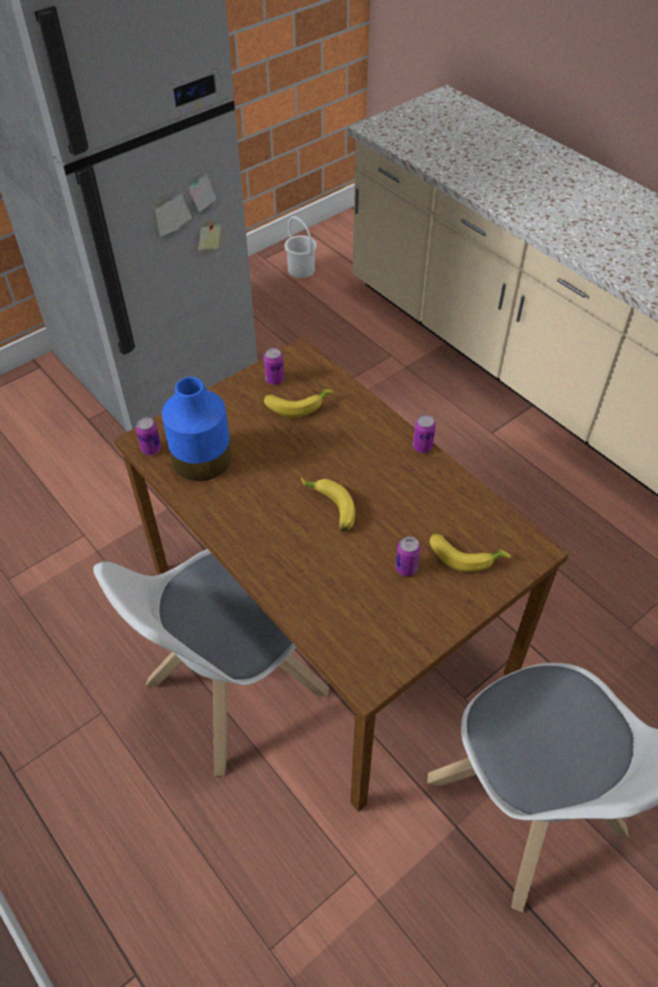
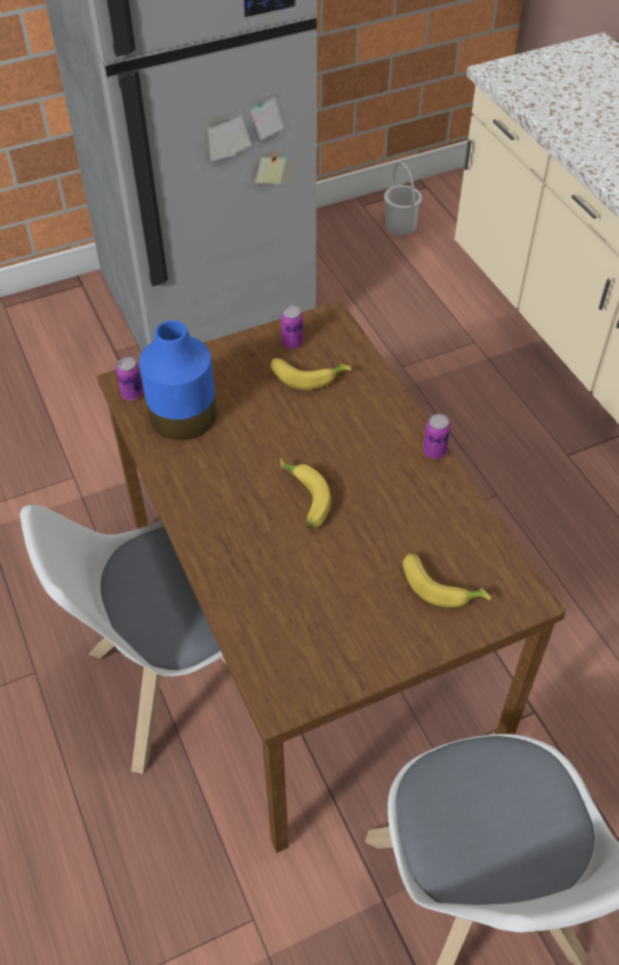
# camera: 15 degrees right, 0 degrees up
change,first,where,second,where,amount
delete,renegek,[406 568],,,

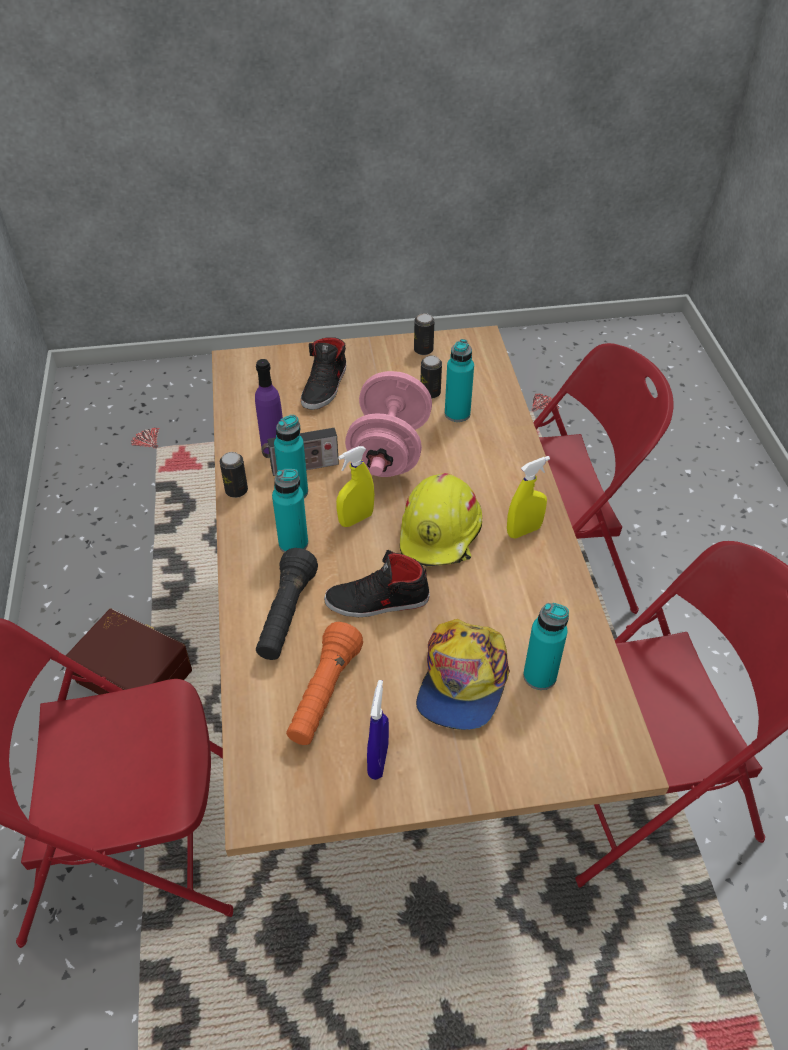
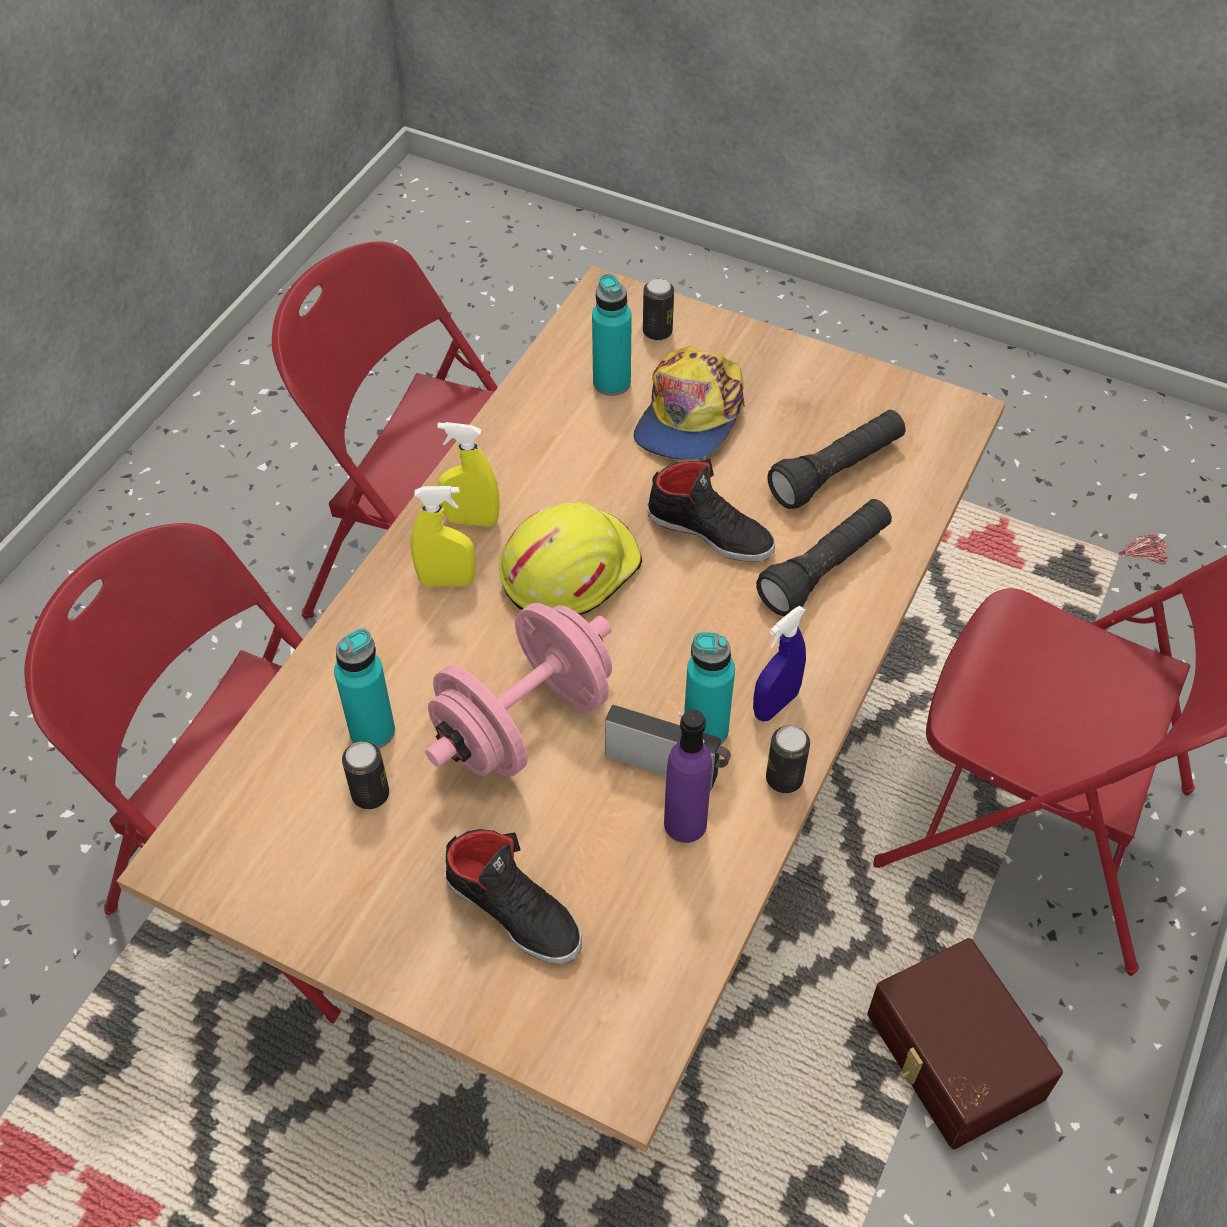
# camera: 145 degrees left, 5 degrees up
change,first,where,second,where,amount
delete,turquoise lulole,[293 543],,,
recolor,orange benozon,[324 694],black benozon,[836 471],
rotate,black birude,[325 386],,[514 910],75 degrees clockwise
move,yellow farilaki,[356 519],,[447 581],
move,blue farilaki,[378 760],,[775 704],
move,renegek,[423 350],,[657 331],
rotate,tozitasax,[462 680],,[689 415],150 degrees clockwise

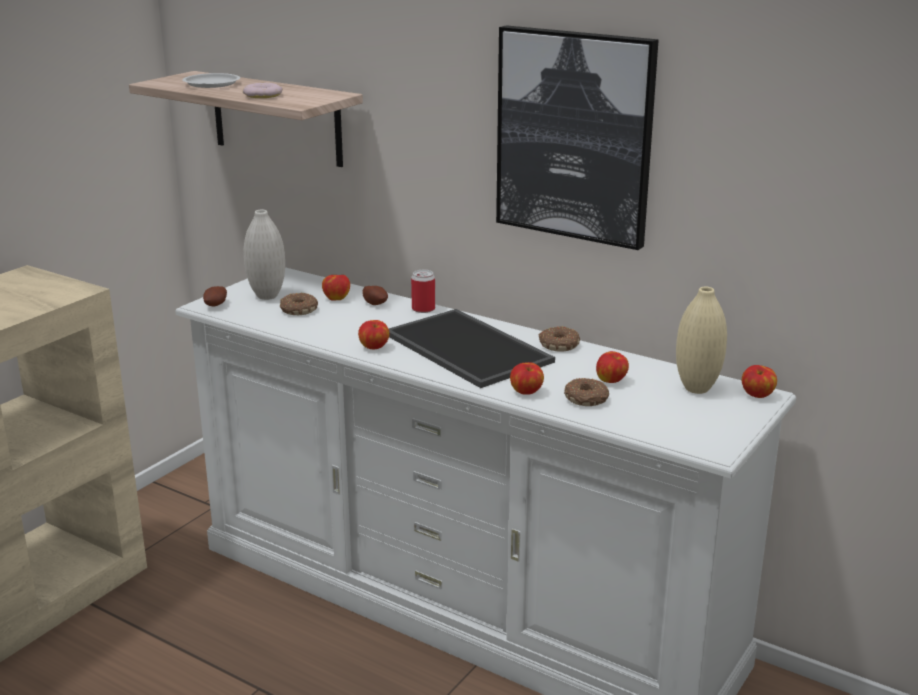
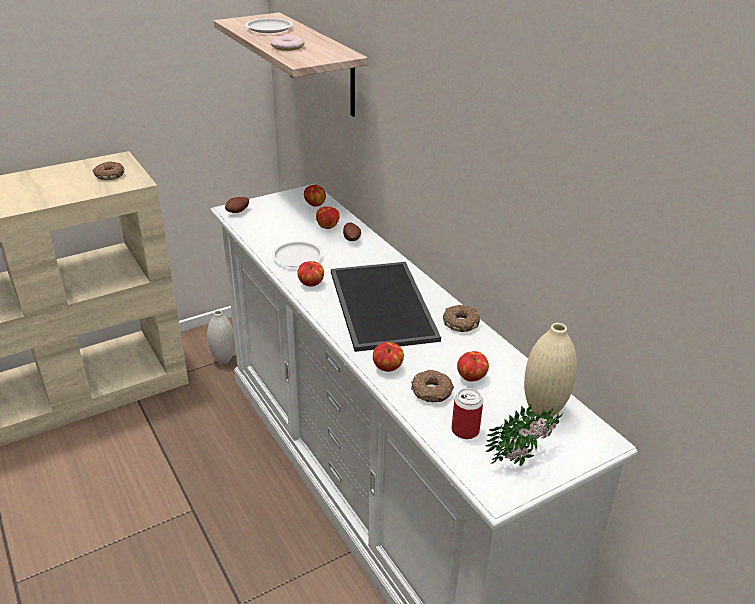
# camera: 25 degrees right, 10 degrees up
change,first,where,second,where,amount
move,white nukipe,[267 296],,[223 360],
move,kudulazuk,[298 310],,[109 175],
move,renegek,[423 309],,[465 430],
delete,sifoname,[575 135],,,
move,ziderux,[757 396],,[315 205],
insert,,,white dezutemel,[297 257],
insert,,,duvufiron,[524 459],

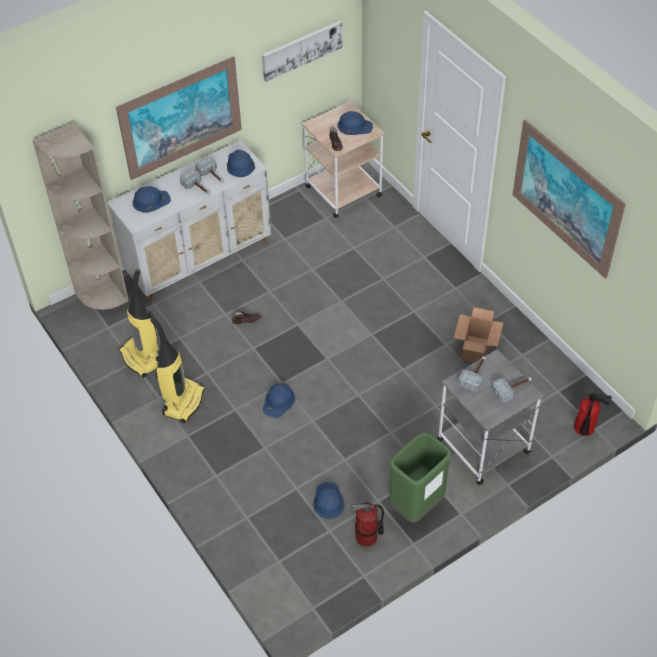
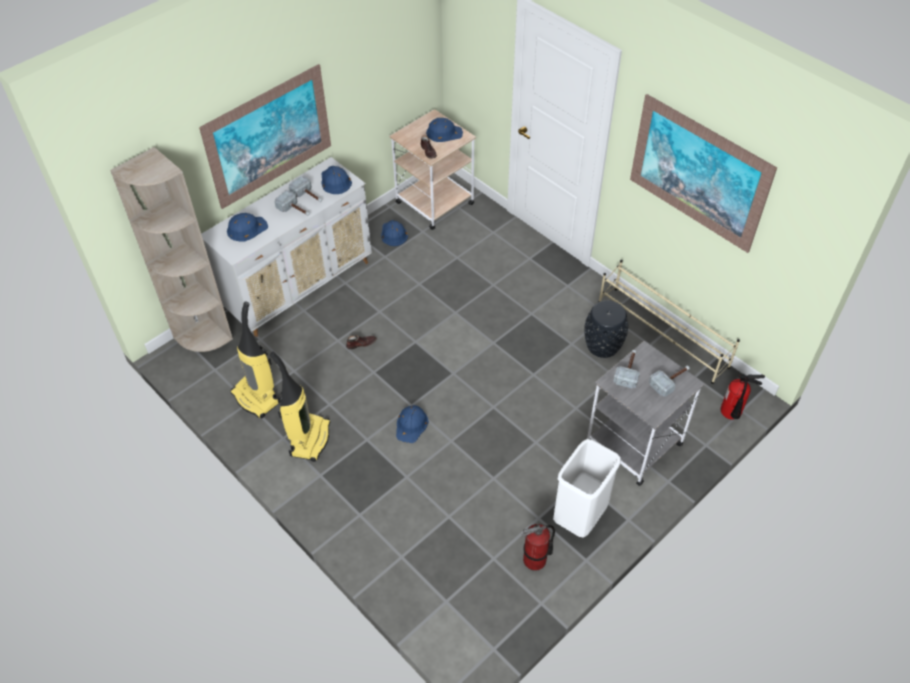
# camera: 10 degrees left, 0 degrees up
change,first,where,second,where,amount
delete,sifoname,[301 49],,,
move,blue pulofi,[328 501],,[393 234],
recolor,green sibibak,[416 505],white sibibak,[580 517],
replace,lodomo,[476 350],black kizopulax,[603 345],
insert,,,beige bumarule,[662 334],

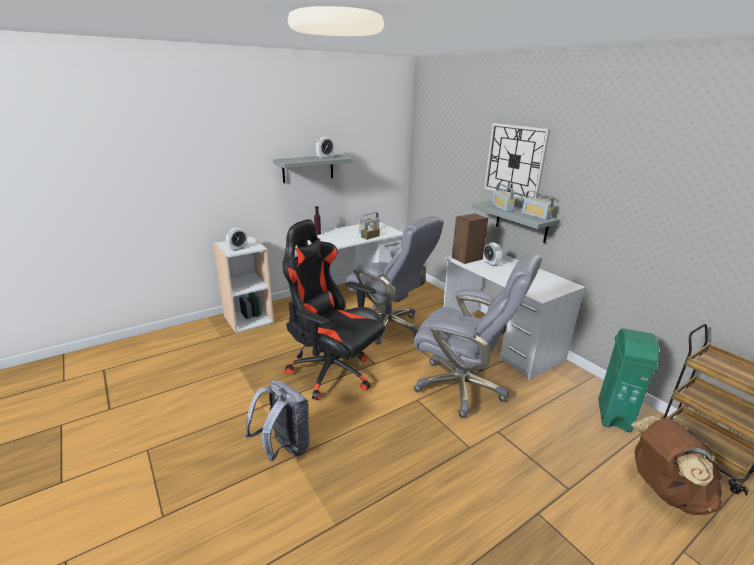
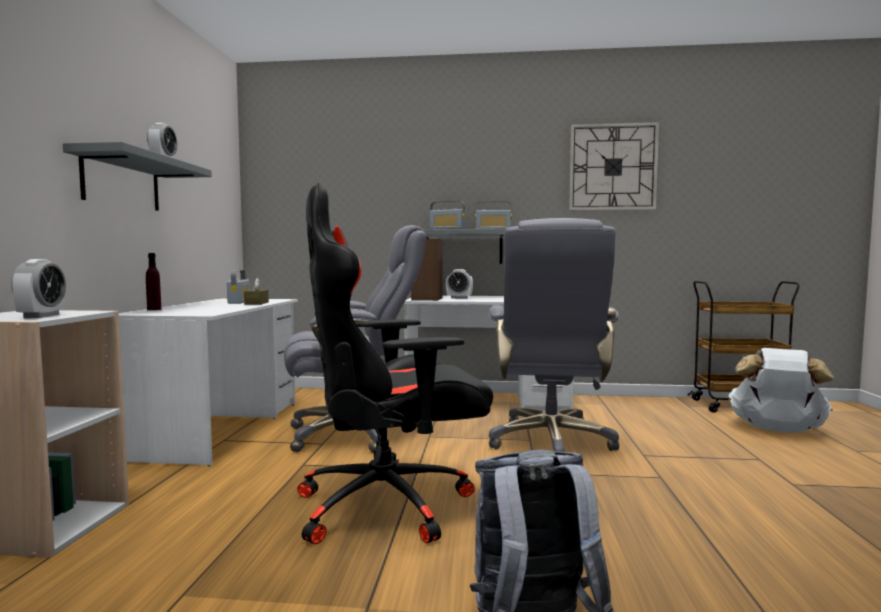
# camera: 50 degrees left, 20 degrees down
change,first,where,second,where,amount
rotate,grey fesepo,[462 390],,[549 444],120 degrees clockwise
move,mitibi,[515 161],,[612 167],
delete,green sibibak,[614 415],,,
recolor,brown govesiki,[664 491],white govesiki,[776 430],

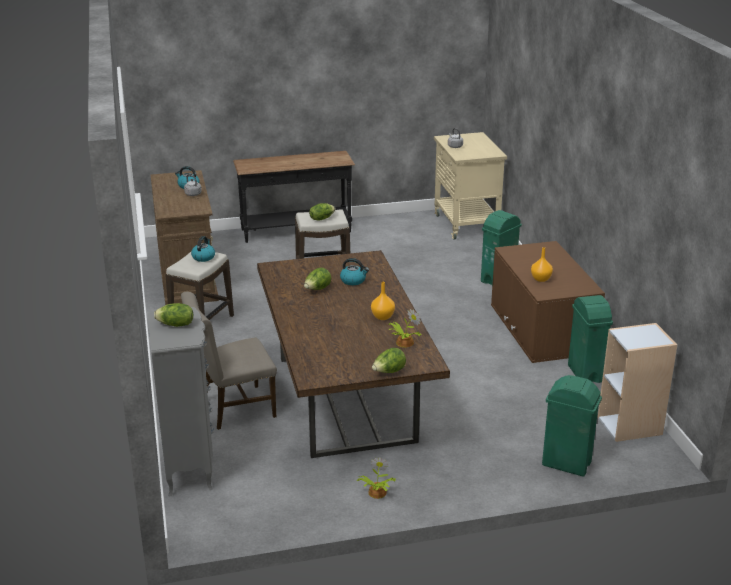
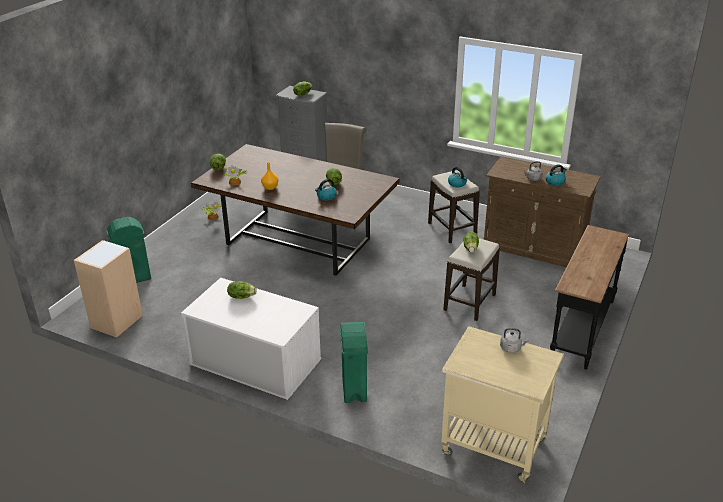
# camera: 130 degrees right, 5 degrees up
change,first,where,second,where,amount
recolor,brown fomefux,[542 329],white fomefux,[255 361],
replace,orange nukipe,[541 279],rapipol,[241 296],
delete,green sibibak,[585 374],,,

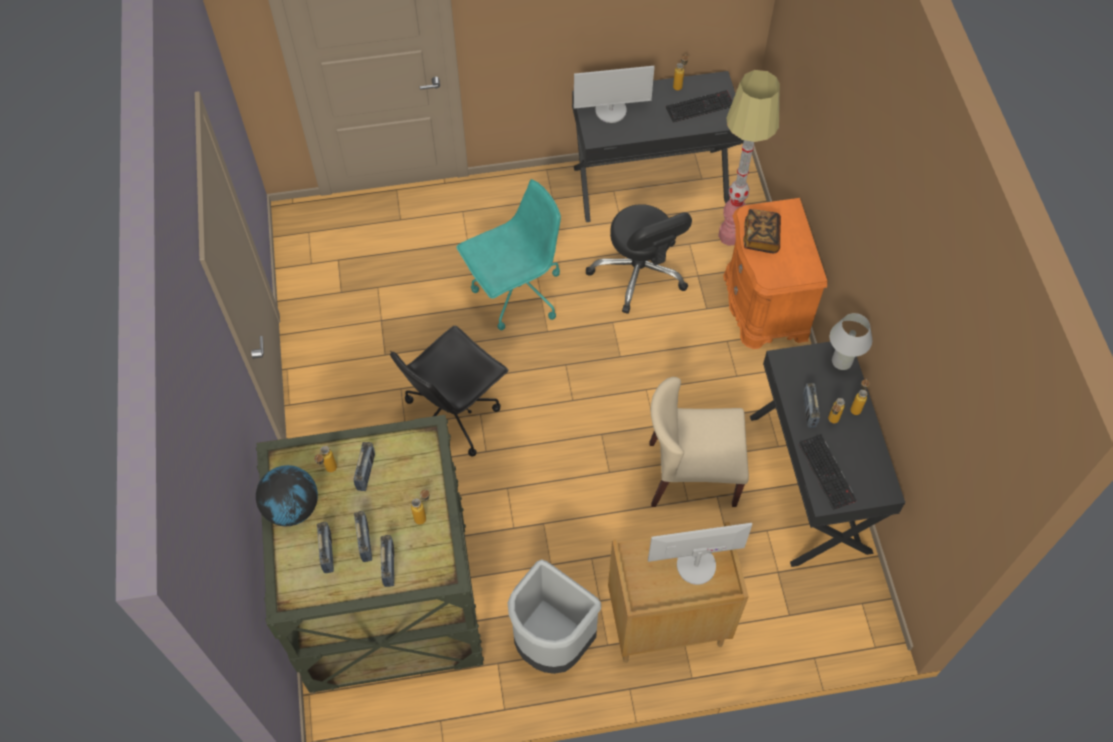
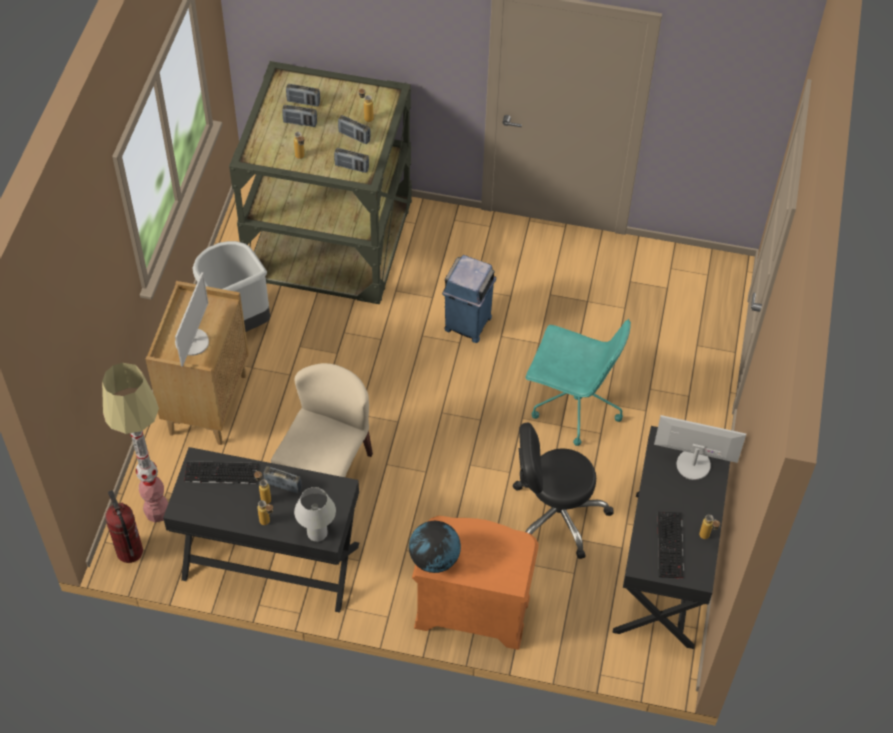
# camera: 110 degrees right, 5 degrees down
change,first,where,second,where,amount
move,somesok,[292 508],,[434 559],
move,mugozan,[389 566],,[351 167],
replace,black fesepo,[454 415],blue sibibak,[467 324],
rotate,turquoise fesepo,[515 296],,[572 406],60 degrees counterclockwise
rotate,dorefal,[611 110],,[693 464],90 degrees clockwise
move,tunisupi,[730 236],,[157 511],
delete,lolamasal,[761 237],,,
insert,,,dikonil,[129 551],

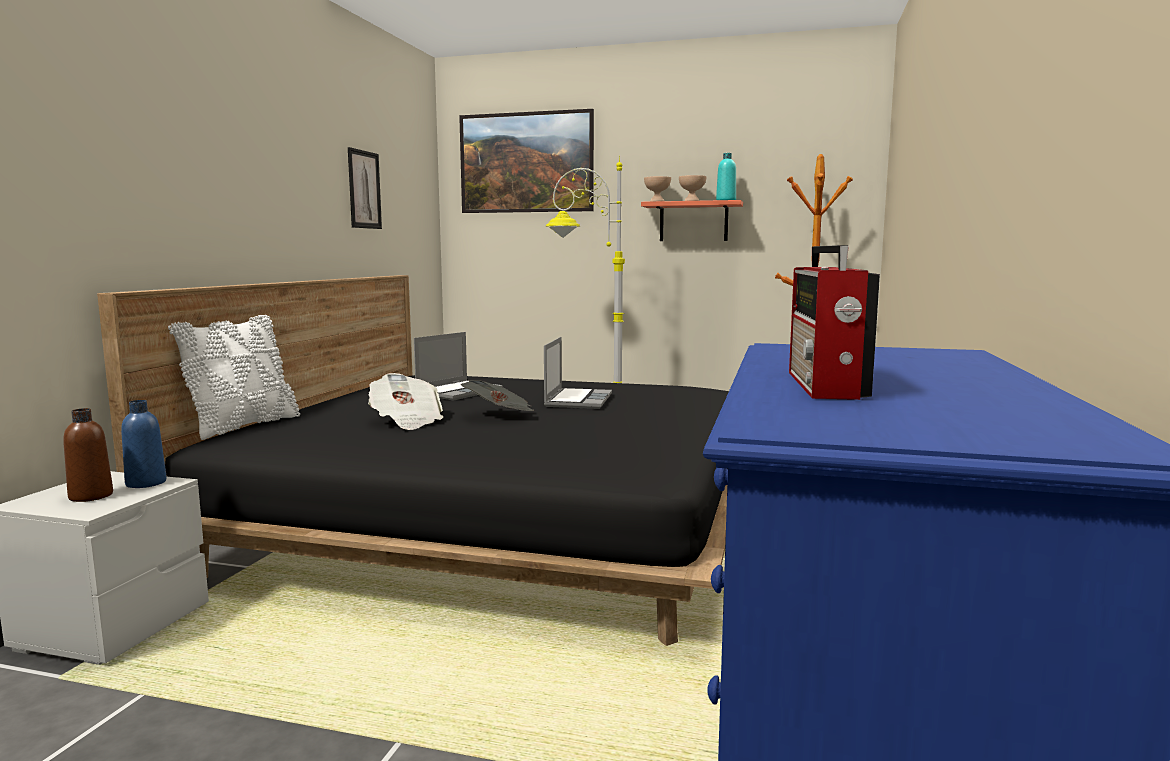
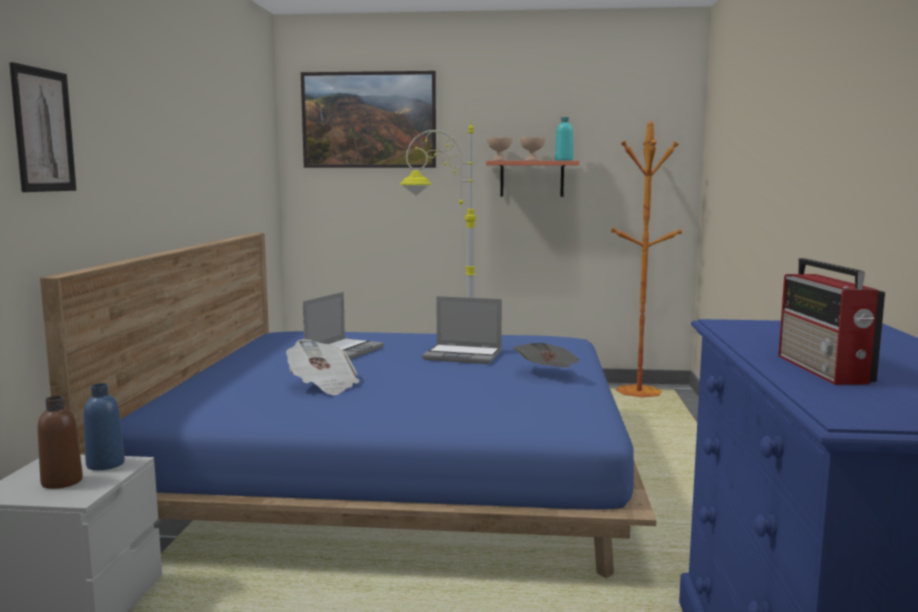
# camera: 10 degrees left, 0 degrees up
change,first,where,second,where,amount
recolor,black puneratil,[503 519],blue puneratil,[399 470],
delete,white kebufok,[243 426],,,
move,sifoname,[364 189],,[43 130],
move,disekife,[500 416],,[547 374],
rotate,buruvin,[577 400],,[464 356],105 degrees clockwise

